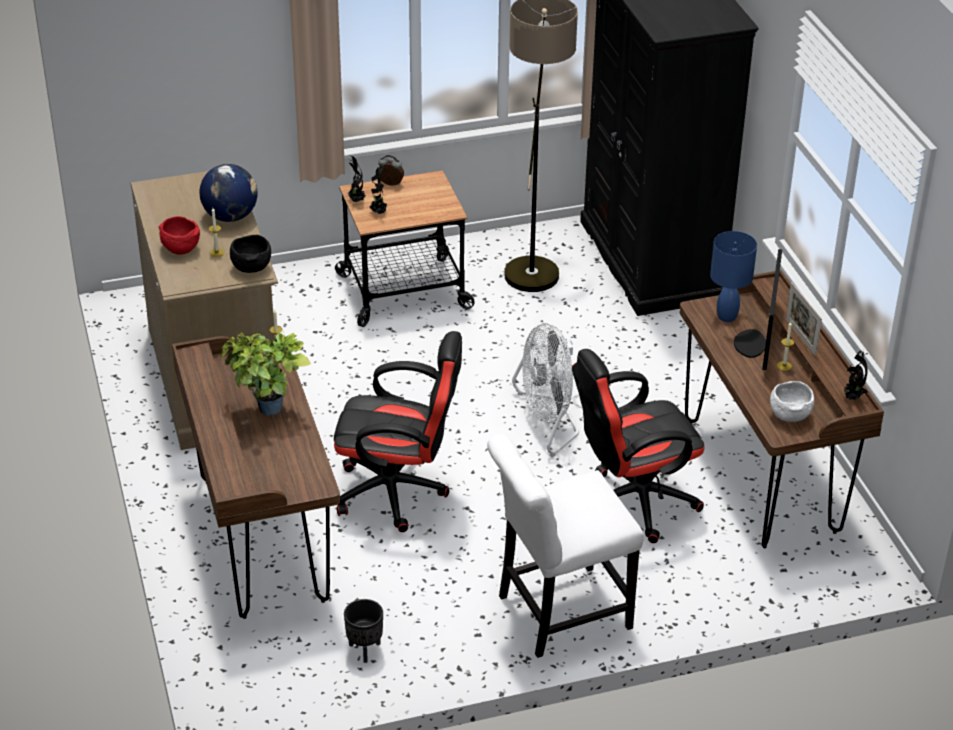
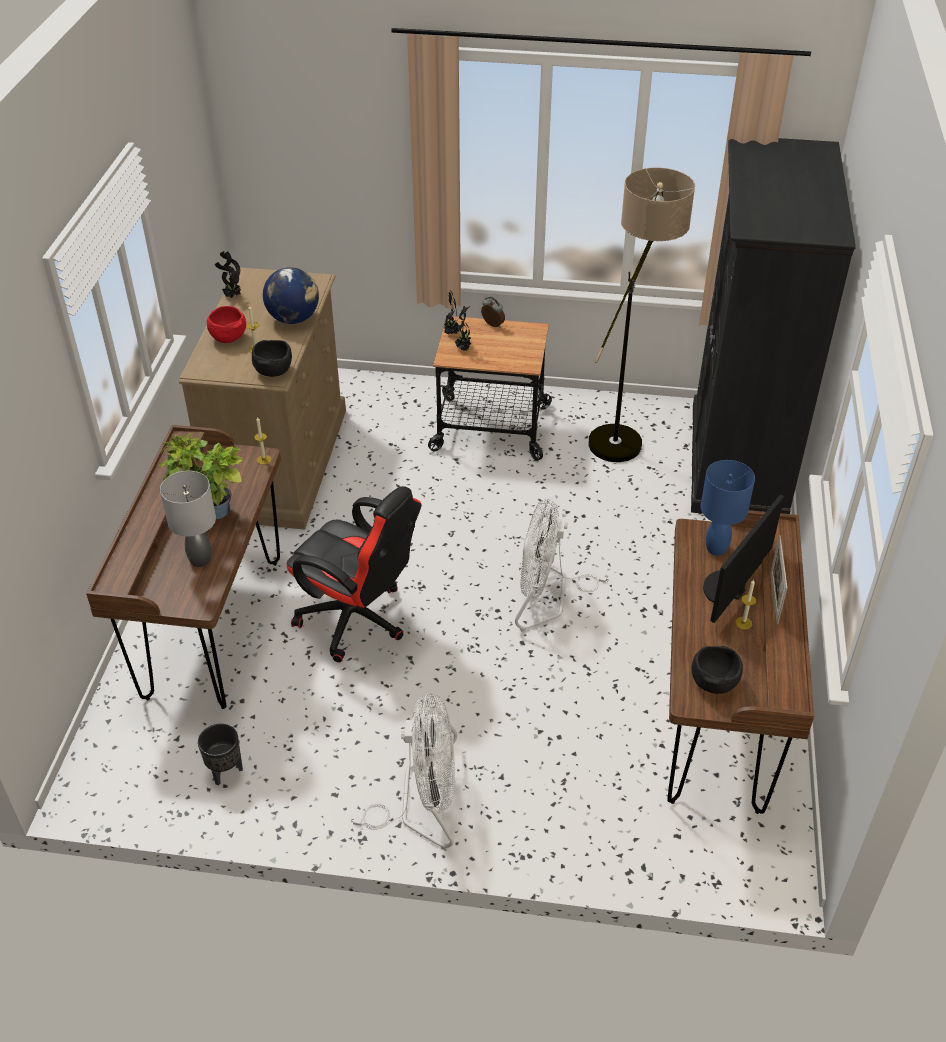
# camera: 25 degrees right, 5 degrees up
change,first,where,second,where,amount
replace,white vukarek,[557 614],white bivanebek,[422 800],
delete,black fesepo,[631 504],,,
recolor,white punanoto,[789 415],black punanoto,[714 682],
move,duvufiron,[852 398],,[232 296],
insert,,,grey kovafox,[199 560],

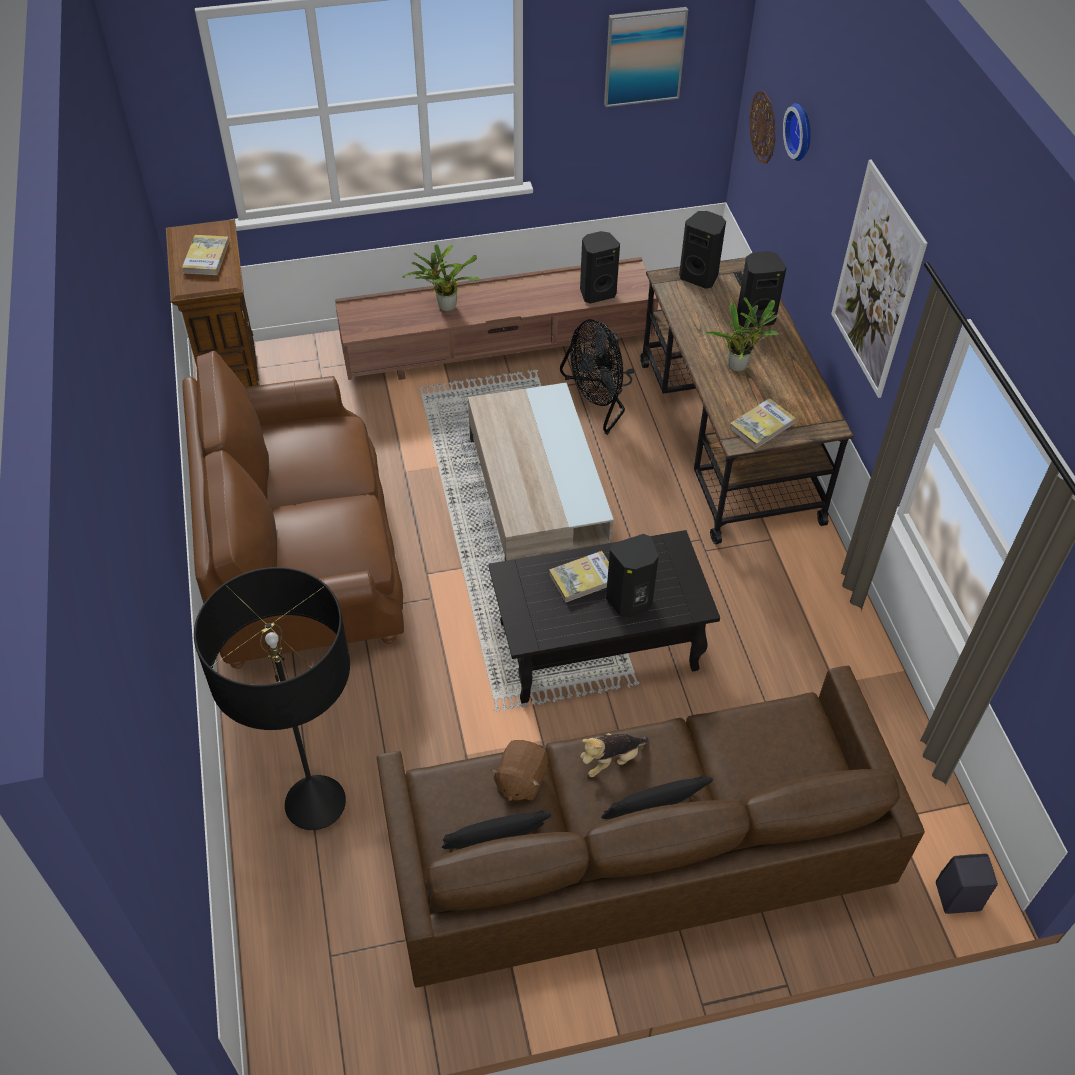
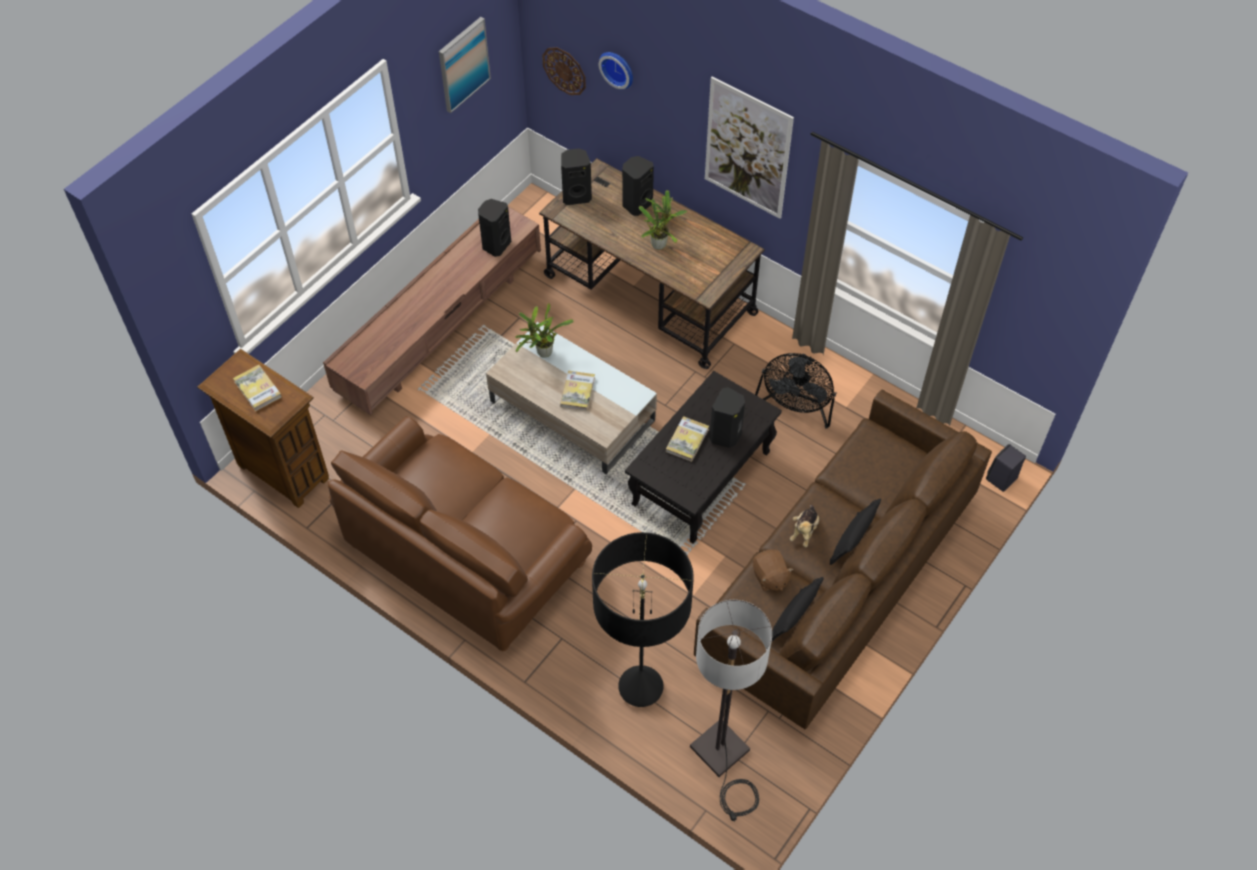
# camera: 40 degrees left, 5 degrees up
change,first,where,second,where,amount
move,duvufiron,[444 306],,[542 353],
move,black bivanebek,[600 398],,[794 403],
move,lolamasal,[761 425],,[577 392],
insert,,,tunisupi,[725 763],

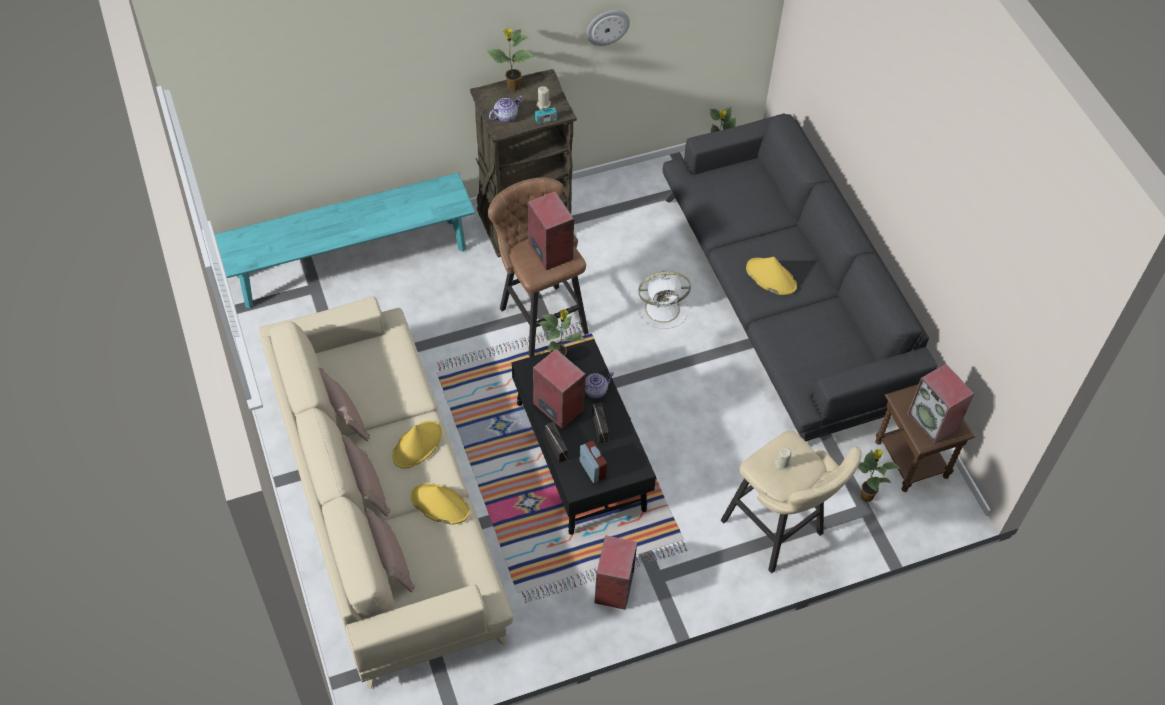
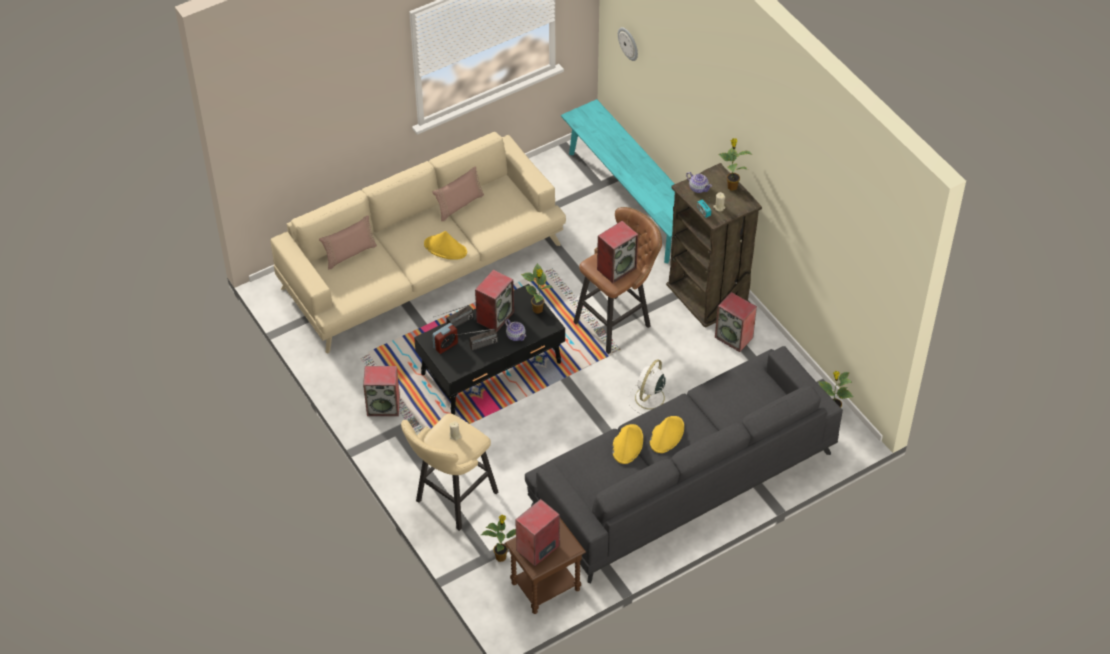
# camera: 80 degrees right, 5 degrees down
change,first,where,second,where,amount
delete,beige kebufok,[368 487],,,
move,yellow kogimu,[439 504],,[627 444],
move,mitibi,[607 27],,[628 43],
rotate,white bivanebek,[664 308],,[649 399],45 degrees clockwise
insert,,,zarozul,[734 337],

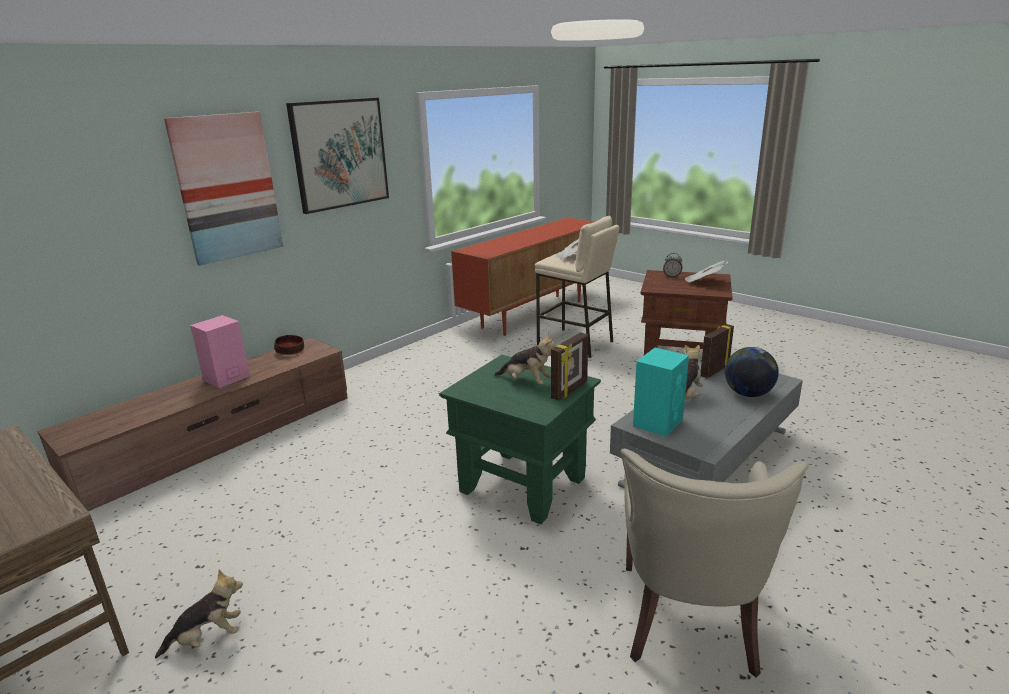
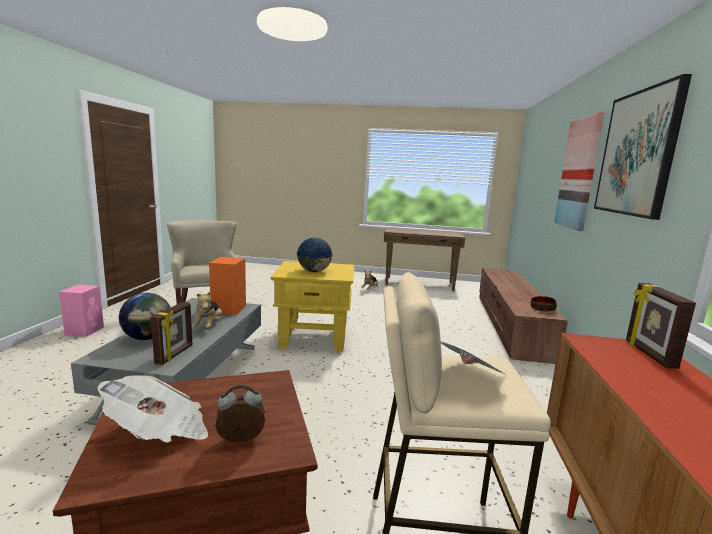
# camera: 145 degrees right, 10 degrees down
change,first,where,second,where,amount
move,pink zarozul,[225 378],,[85 330],
recolor,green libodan,[522 484],yellow libodan,[314 338],
replace,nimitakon,[527 382],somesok,[314 271],
move,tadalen,[570 390],,[648 354],
recolor,turquoise zarozul,[658 422],orange zarozul,[228 309],

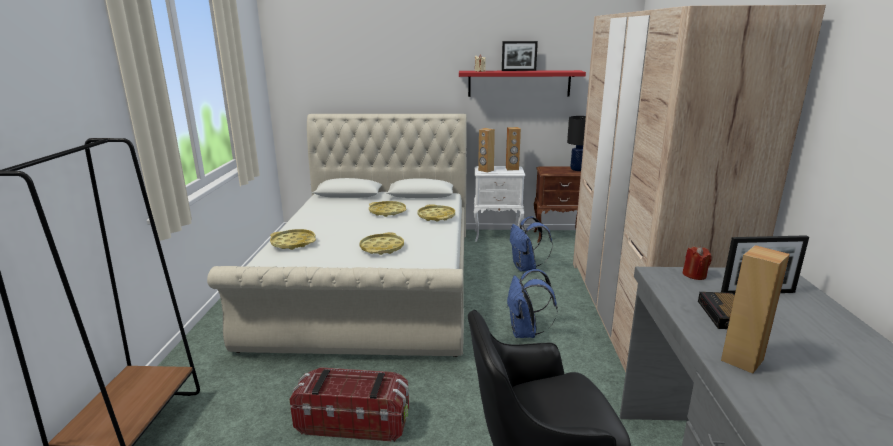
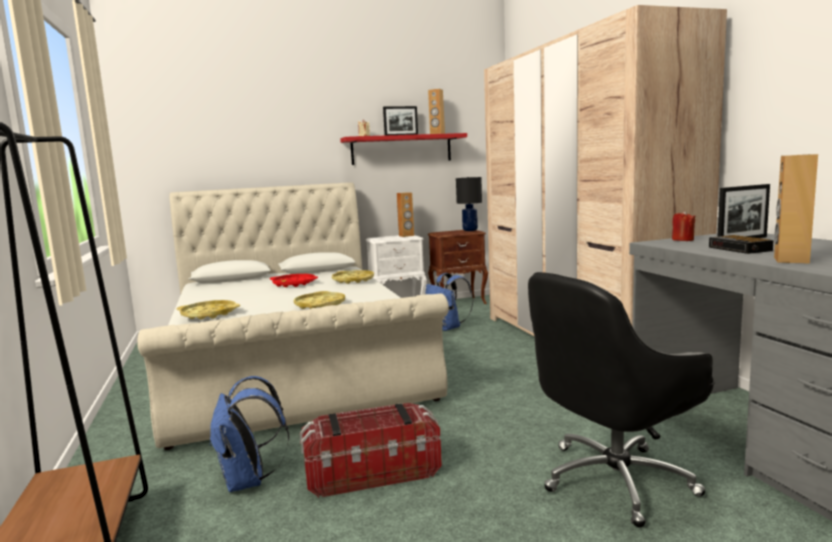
# camera: 20 degrees left, 10 degrees down
change,first,where,second,where,amount
recolor,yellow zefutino,[387 212],red zefutino,[294 284],
move,brown zarozul,[485 170],,[437 134],
move,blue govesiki,[525 333],,[248 481],

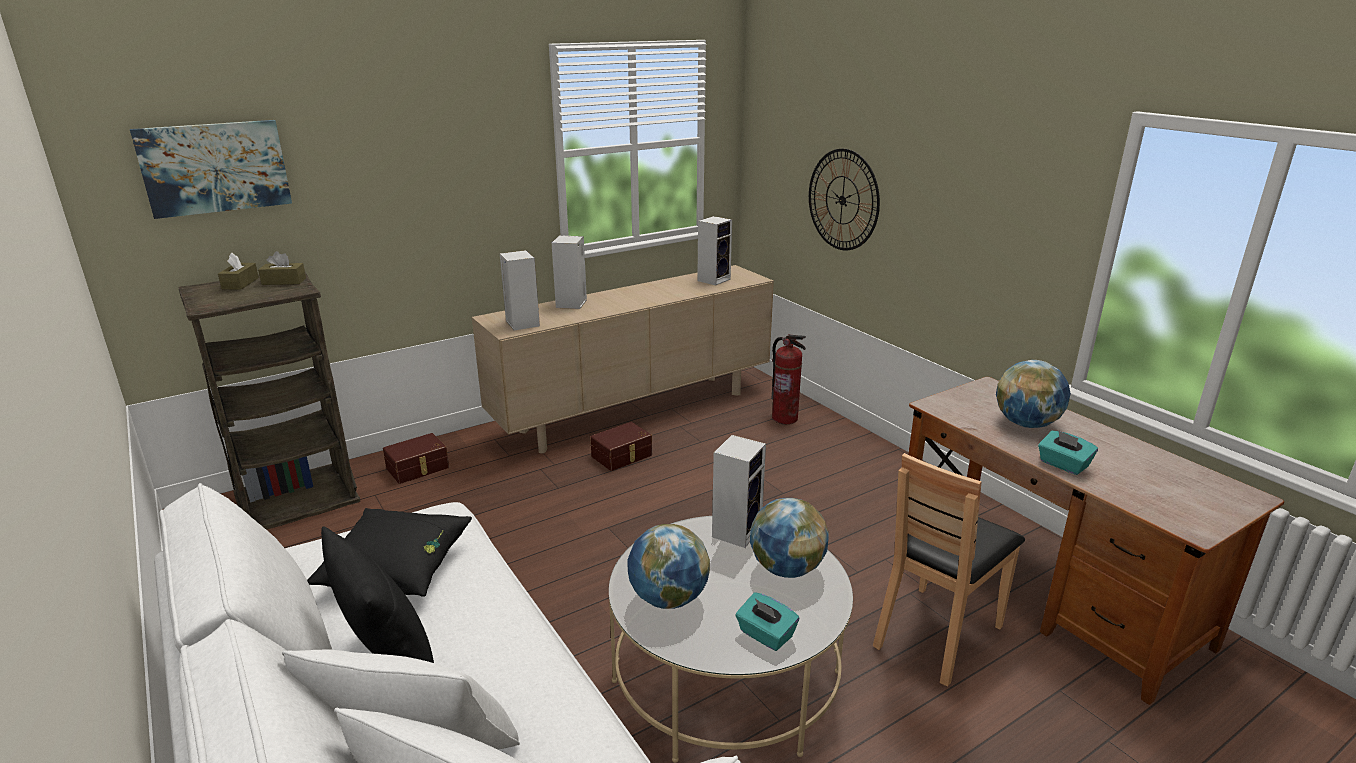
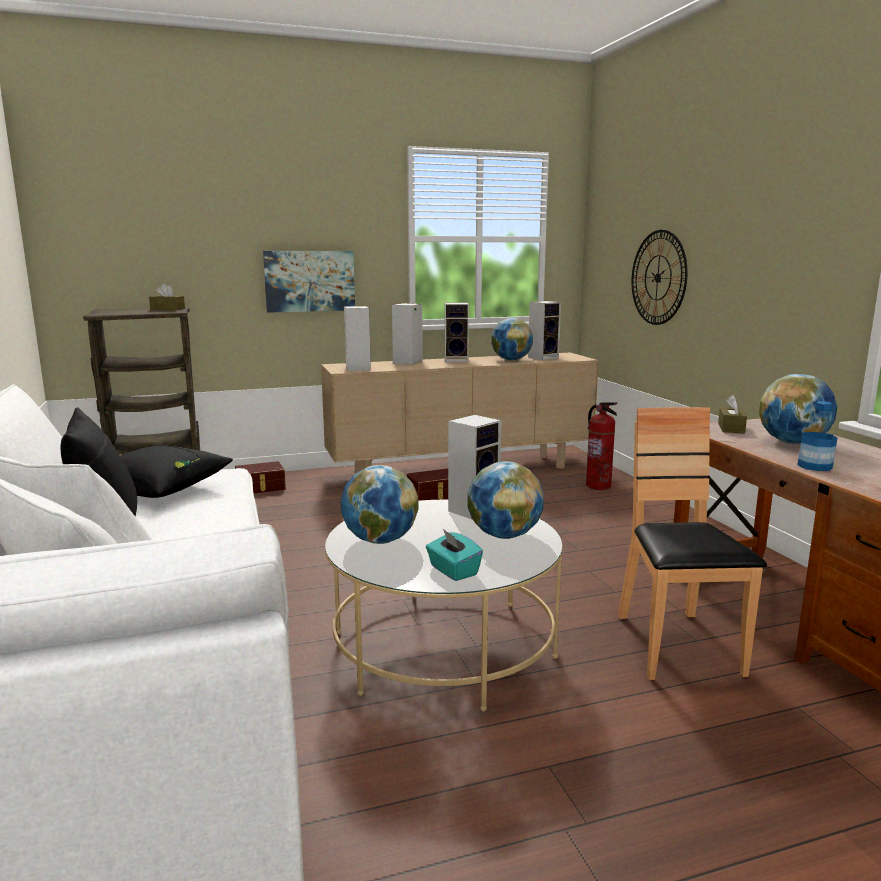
# camera: 15 degrees right, 10 degrees down
change,first,where,second,where,amount
move,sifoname,[215 167],,[309 281],
move,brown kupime,[240 283],,[731 428],
rotate,brown vukarek,[936 634],,[676 645],120 degrees clockwise
replace,turquoise kupime,[1063 465],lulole,[814 466],
insert,,,zarozul,[457 360],
insert,,,somesok,[511 360],

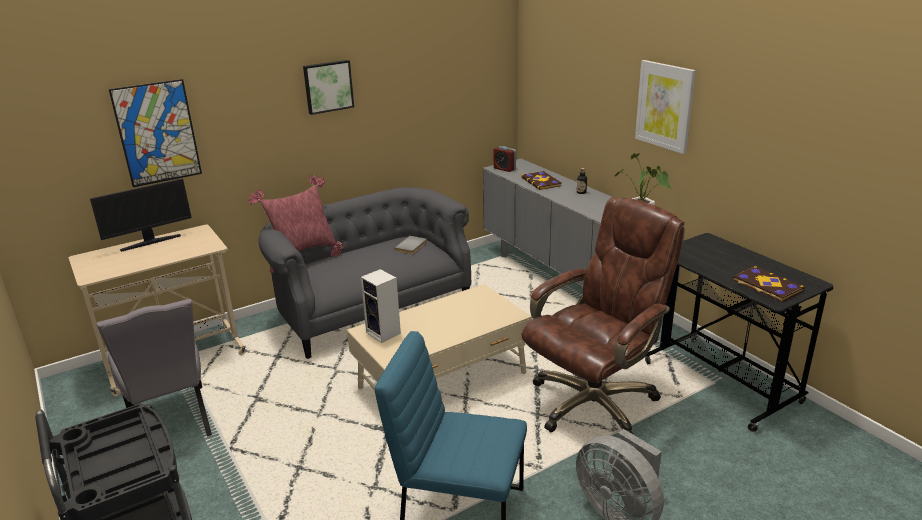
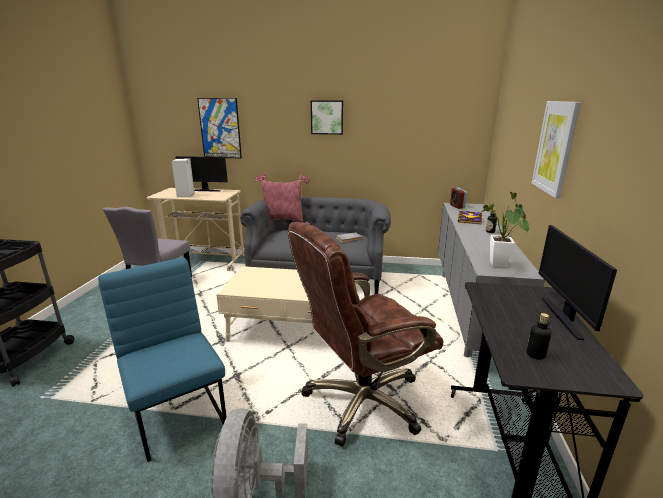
# camera: 40 degrees right, 5 degrees down
change,first,where,second,where,amount
move,zarozul,[384 333],,[186 195],
rotate,brown fesepo,[593 403],,[363 400],150 degrees clockwise
replace,lolamasal,[766 286],lulole,[535 354],
insert,,,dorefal,[563 317],

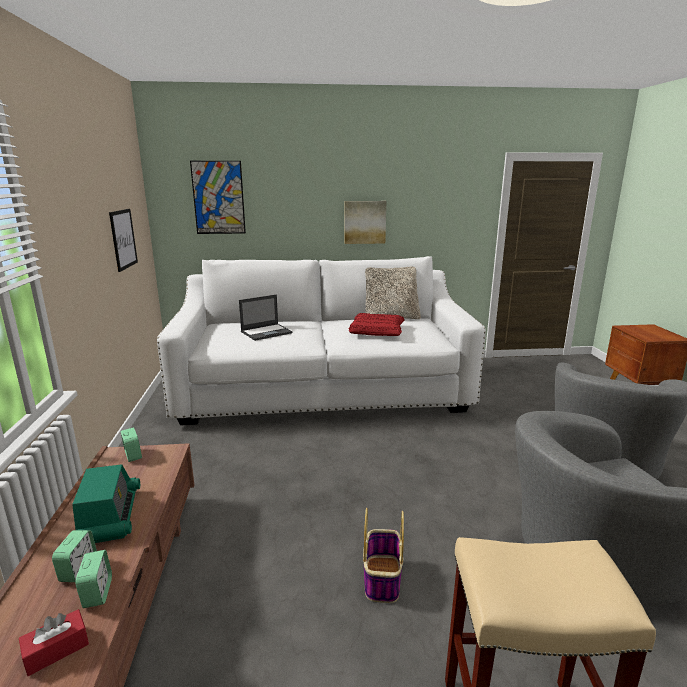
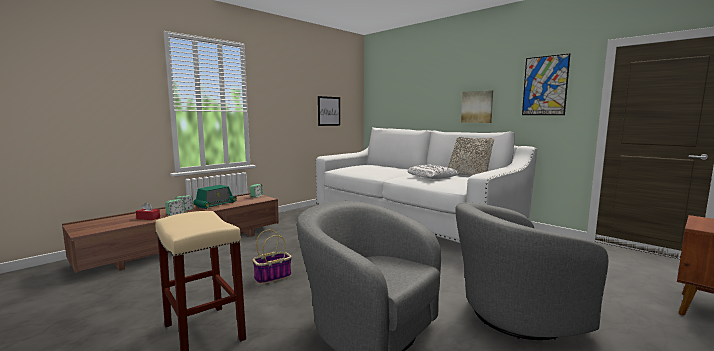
# camera: 50 degrees right, 10 degrees down
change,first,where,second,where,amount
move,sifoname,[218 198],,[545 86],
delete,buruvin,[267 332],,,
recolor,red kebufok,[377 332],white kebufok,[432 177],

